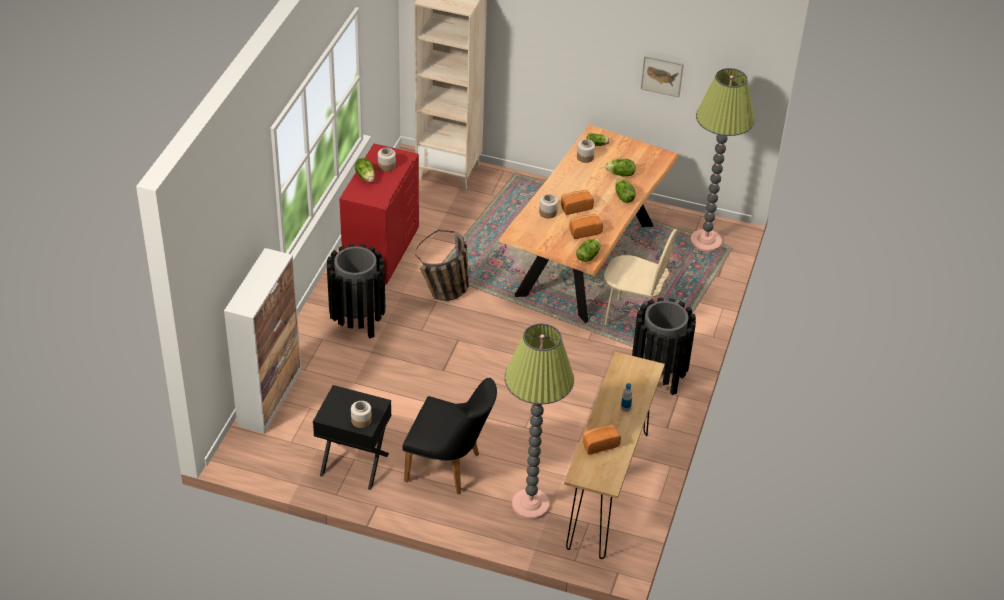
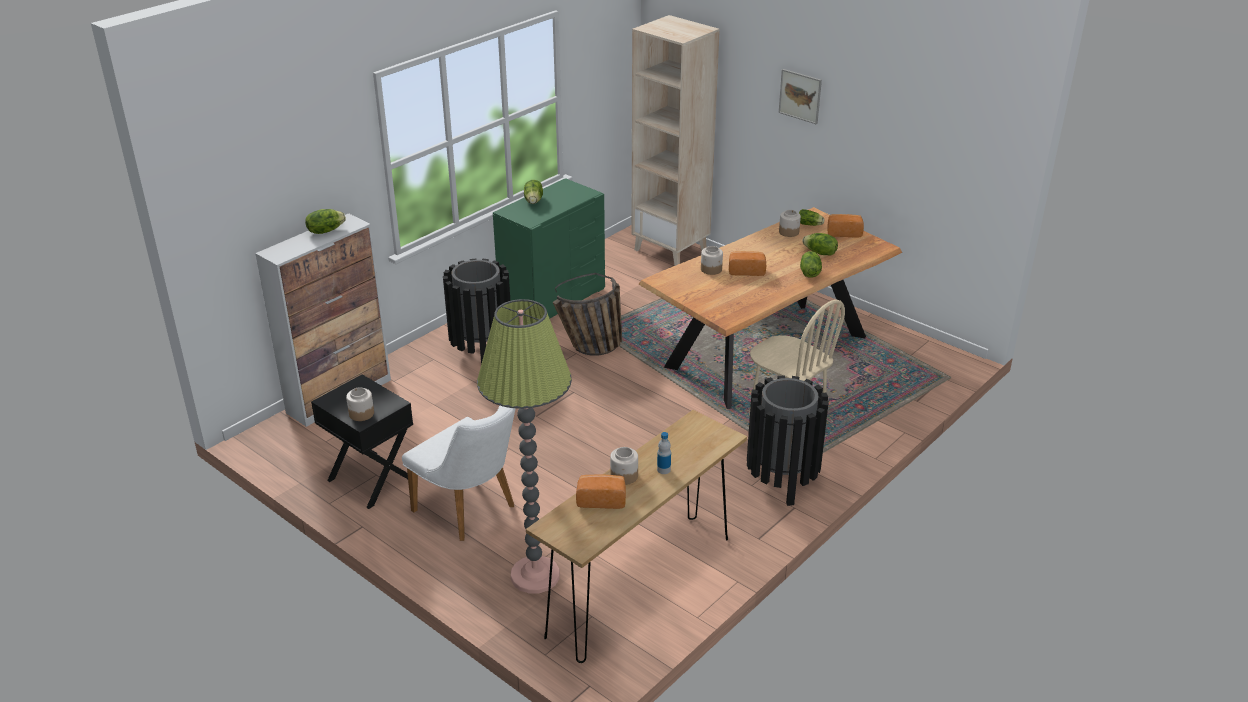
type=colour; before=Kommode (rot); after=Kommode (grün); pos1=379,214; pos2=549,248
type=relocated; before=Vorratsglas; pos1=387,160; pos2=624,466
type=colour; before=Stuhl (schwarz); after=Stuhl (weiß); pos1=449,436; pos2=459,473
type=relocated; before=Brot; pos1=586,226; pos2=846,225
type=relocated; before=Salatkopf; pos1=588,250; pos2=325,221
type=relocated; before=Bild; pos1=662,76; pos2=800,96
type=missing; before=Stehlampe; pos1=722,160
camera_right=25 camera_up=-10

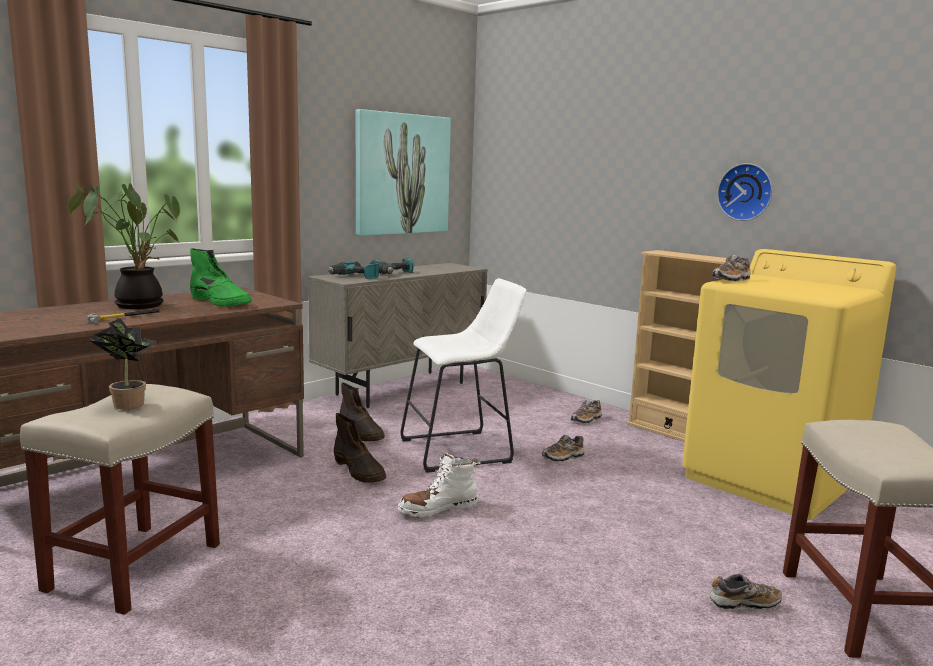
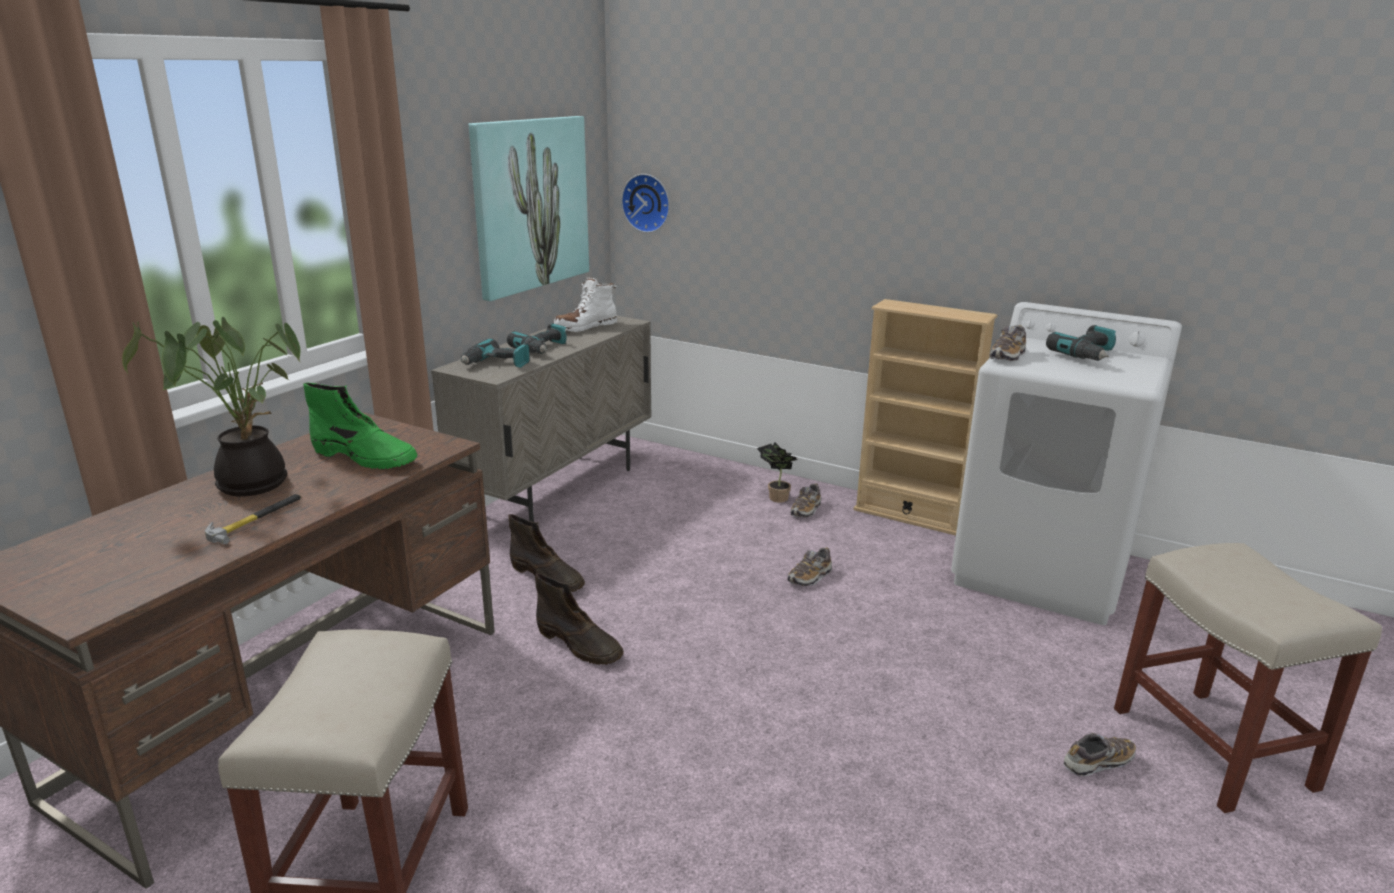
type=relocated; before=Topfpflanze; pos1=123,363; pos2=777,472
type=relocated; before=Stiefel (weiß); pos1=439,484; pos2=585,304
type=missing; before=Hocker (weiß); pos1=464,375
type=colour; before=Waschmaschine (gelb); after=Waschmaschine (weiß); pos1=789,384; pos2=1066,463
type=relocated; before=Wanduhr; pos1=744,192; pos2=645,203
type=appeared; after=Bohrmaschine; pos2=1081,343
camera_right=-15 camera_up=10

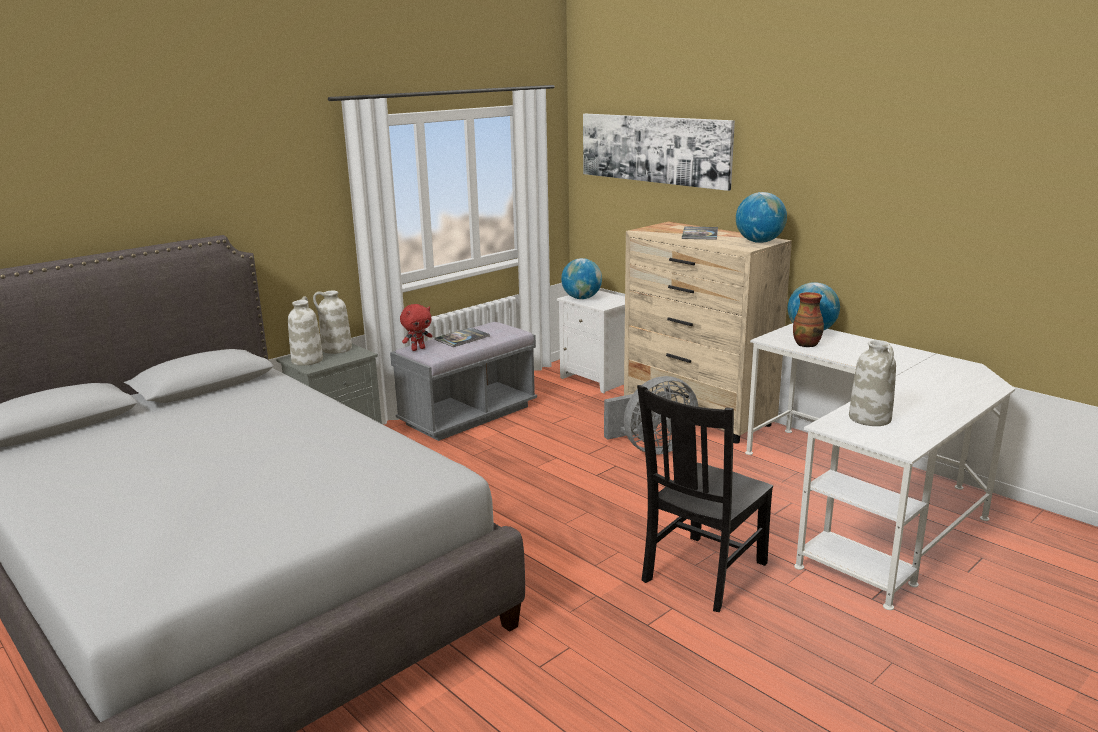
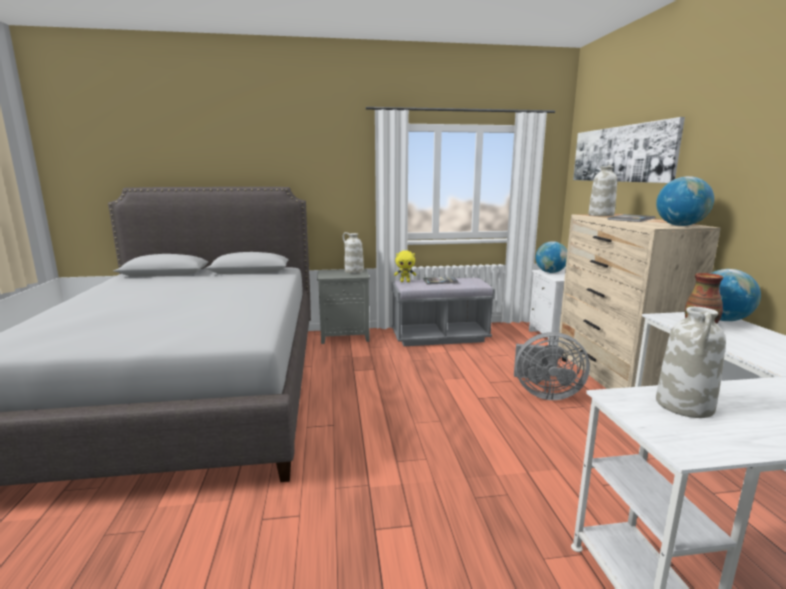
type=relocated; before=Vase (weiß); pos1=305,331; pos2=602,190
type=colour; before=Plüschtier (rot); after=Plüschtier (gelb); pos1=416,327; pos2=405,266
type=missing; before=Stuhl (schwarz); pos1=705,498
camera_right=35 camera_up=-5

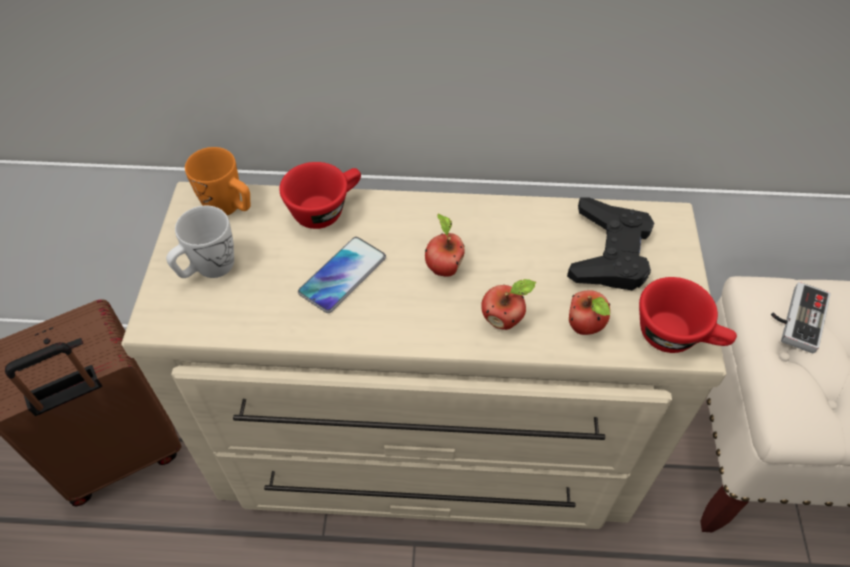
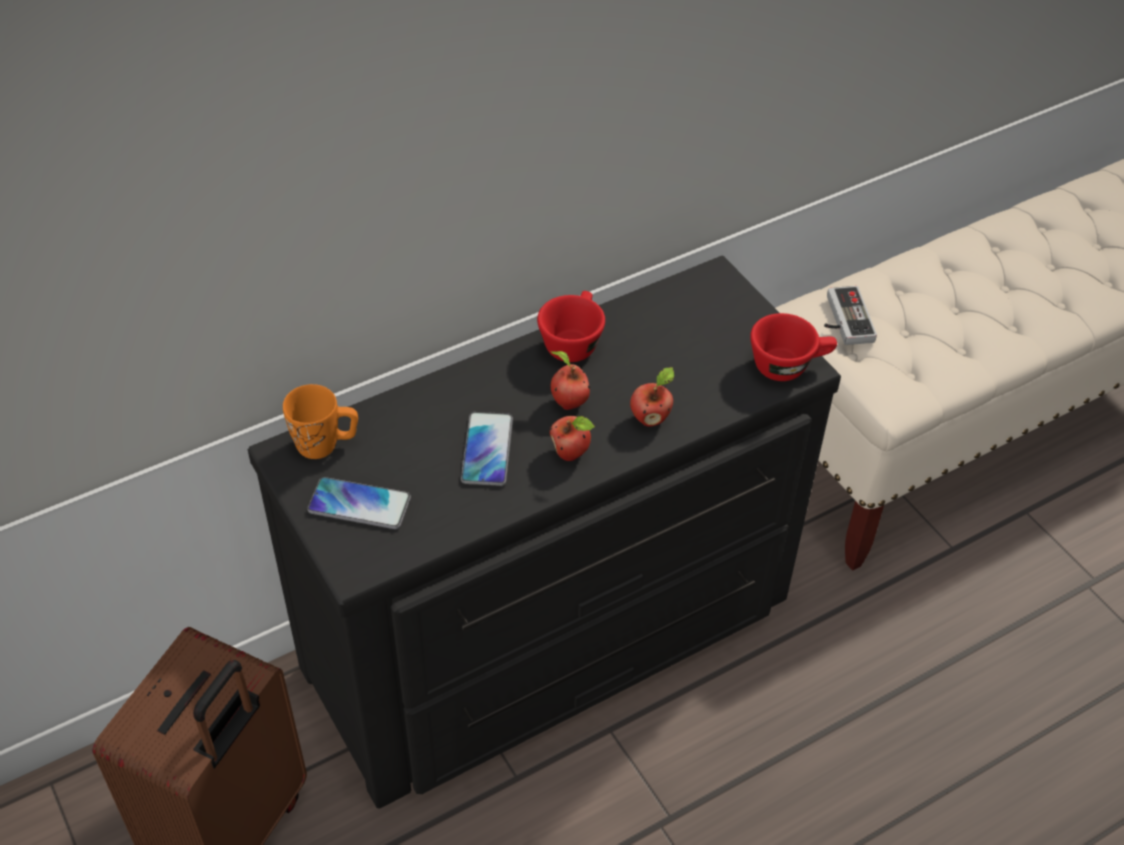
type=colour; before=Kommode (beige); after=Kommode (schwarz); pos1=424,355; pos2=544,532
type=exchanged; before=Henkelbecher (weiß); after=Handy; pos1=200,242; pos2=359,503
type=relocated; before=Tasse (rot); pos1=320,195; pos2=571,326
type=missing; before=Gamepad (schwarz); pos1=610,244
type=relocated; before=Apfel; pos1=589,312; pos2=572,438
camera_right=-35 camera_up=-5

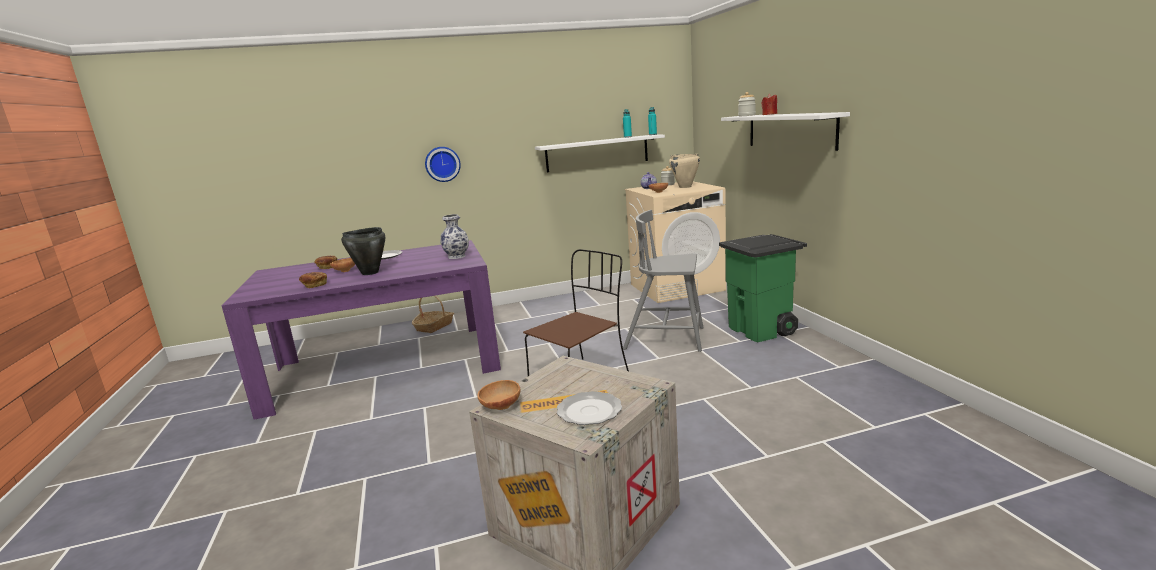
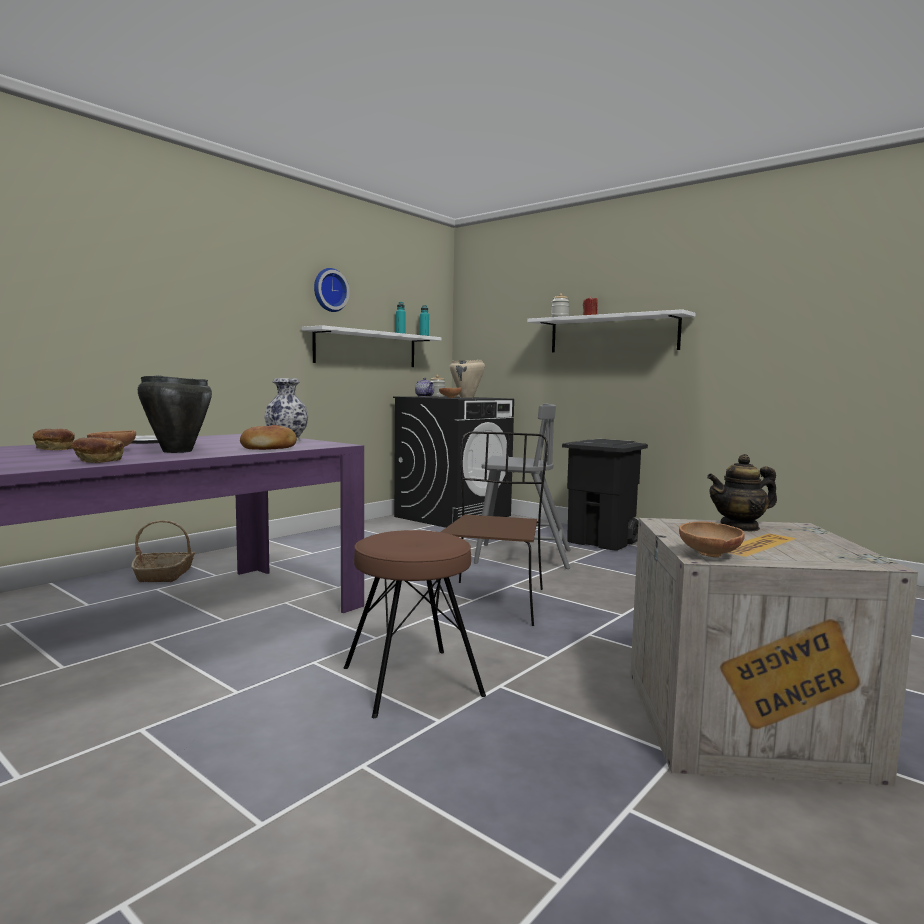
type=relocated; before=Wanduhr; pos1=443,164; pos2=332,290
type=missing; before=Teller; pos1=589,408
type=spun; before=Stuhl (grau); pos1=663,281; pos2=522,486; turn=-150
type=colour; before=Waschmaschine (beige); after=Waschmaschine (schwarz); pos1=675,242; pos2=453,462
type=colour; before=Mülleimer (grün); after=Mülleimer (schwarz); pos1=763,288; pos2=605,495
type=appeared; after=Brot; pos2=268,437
type=appeared; after=Hocker (braun); pos2=415,624
type=appeared; after=Teekanne; pos2=742,493
camera_right=-35 camera_up=-10

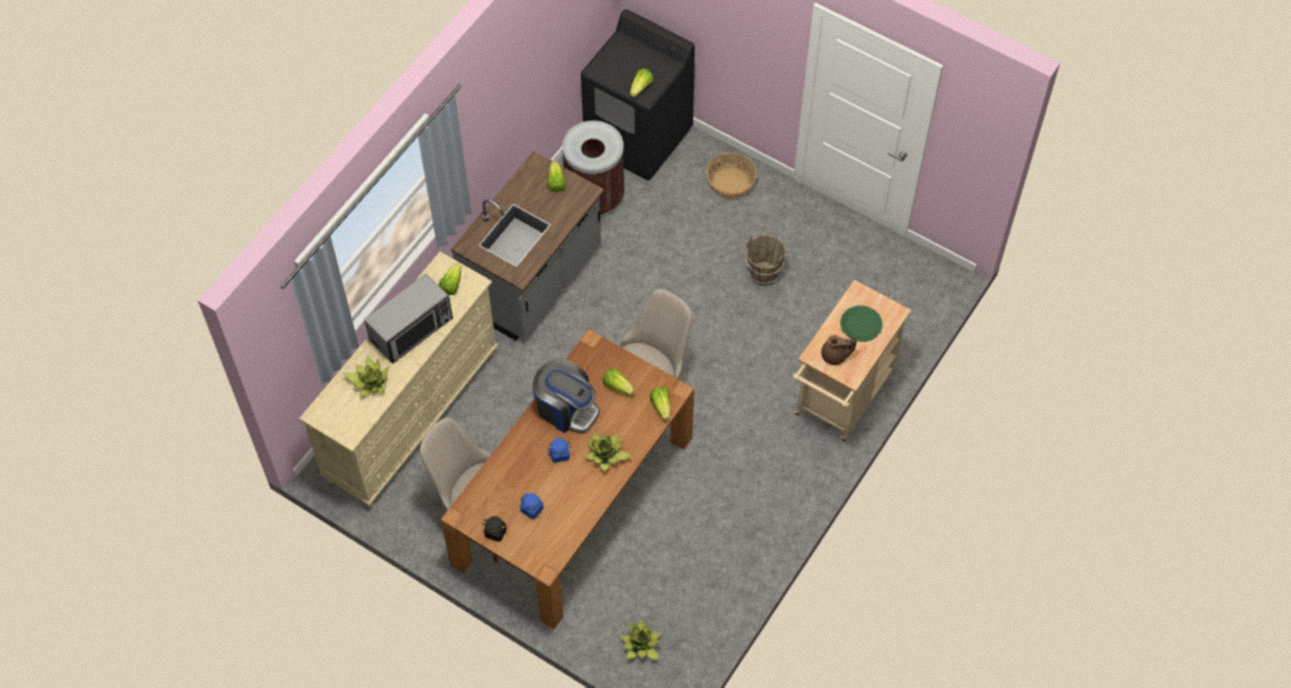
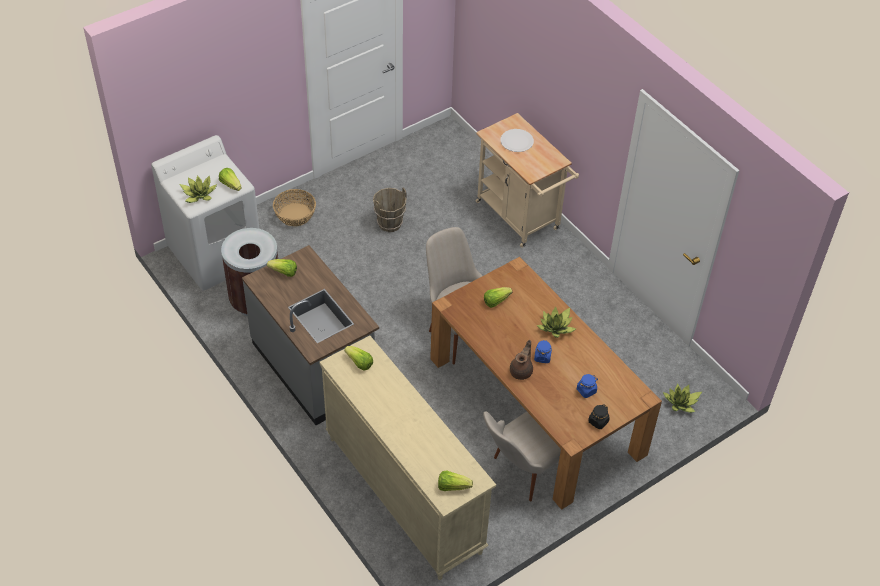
type=relocated; before=Topfpflanze; pos1=366,376; pos2=198,189
type=missing; before=Mikrowelle; pos1=408,319
type=missing; before=Kaffeemaschine; pos1=566,395
type=colour; before=Waschmaschine (schwarz); after=Waschmaschine (weiß); pos1=638,95; pos2=205,213
type=relocated; before=Salatkopf; pos1=660,404; pos2=455,480
type=relocated; before=Teekanne (braun); pos1=839,350; pos2=521,360
type=colour; before=Teller (grün); after=Teller (weiß); pos1=861,324; pos2=517,140
camera_right=-70 camera_up=-10

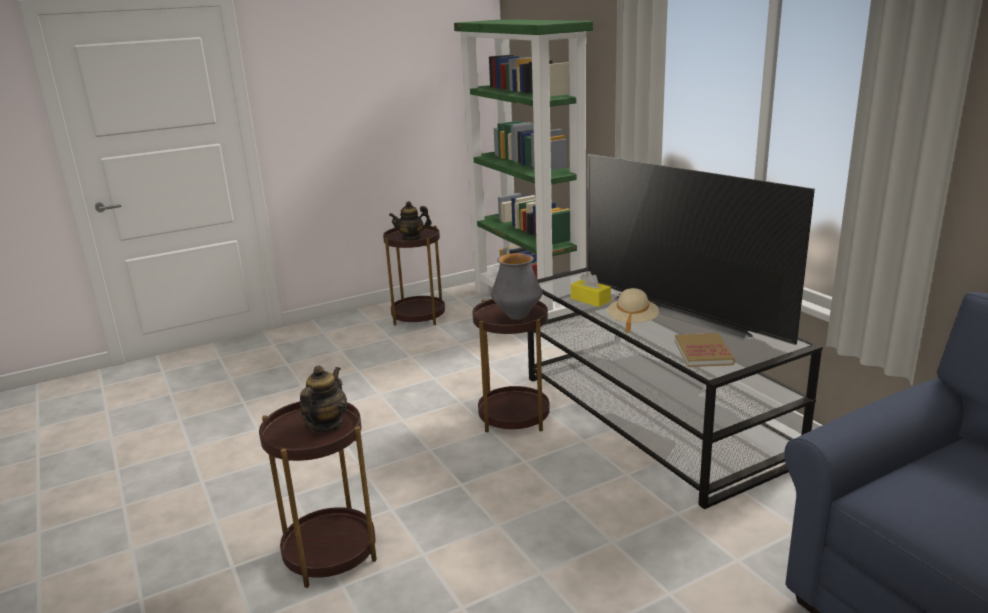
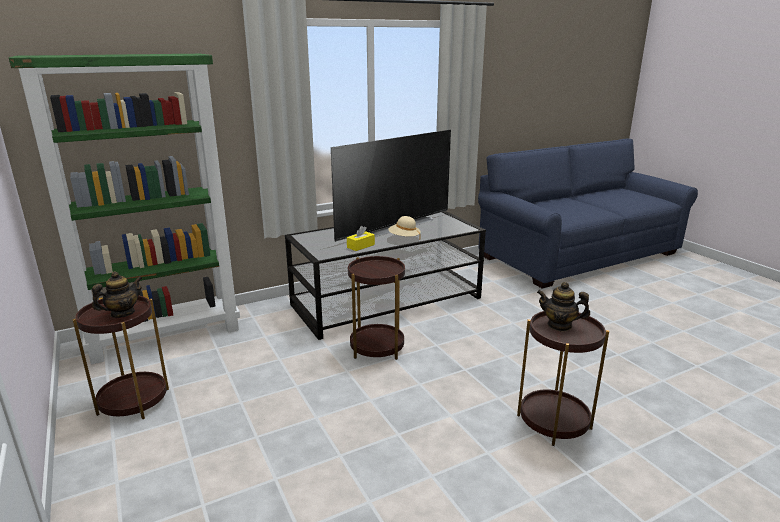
type=spun; before=Teekanne; pos1=410,221; pos2=117,294; turn=-120
type=missing; before=Vase; pos1=516,286
type=missing; before=Buch; pos1=705,350
camera_right=-90 camera_up=0

